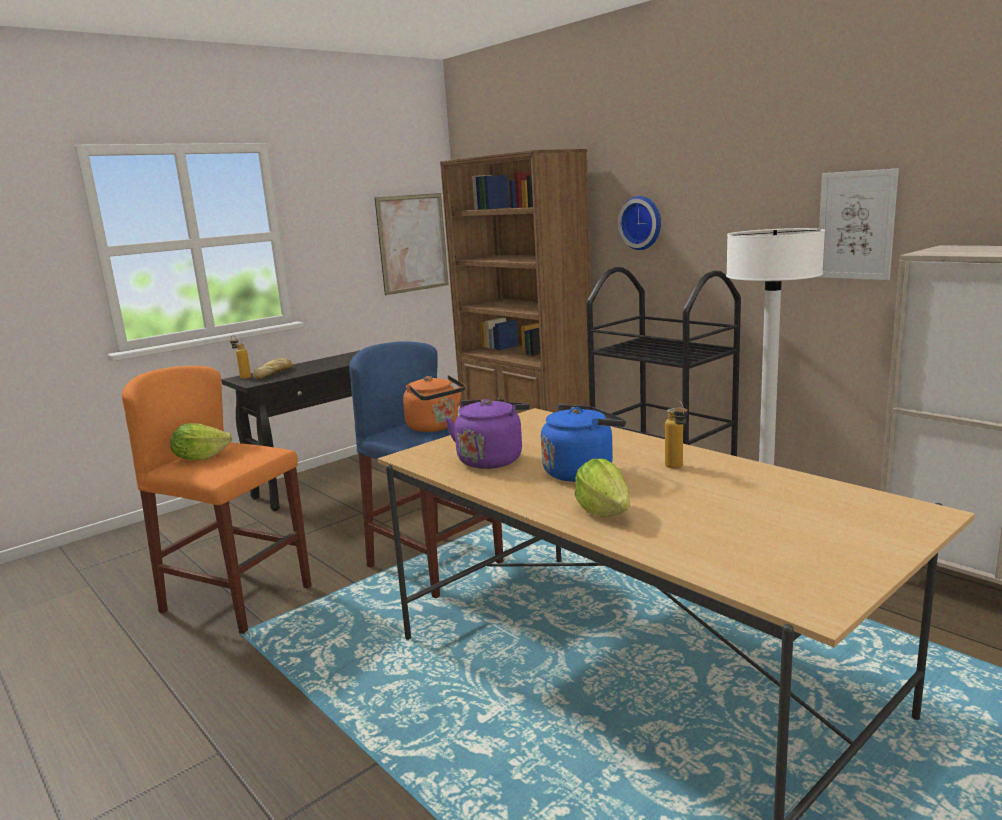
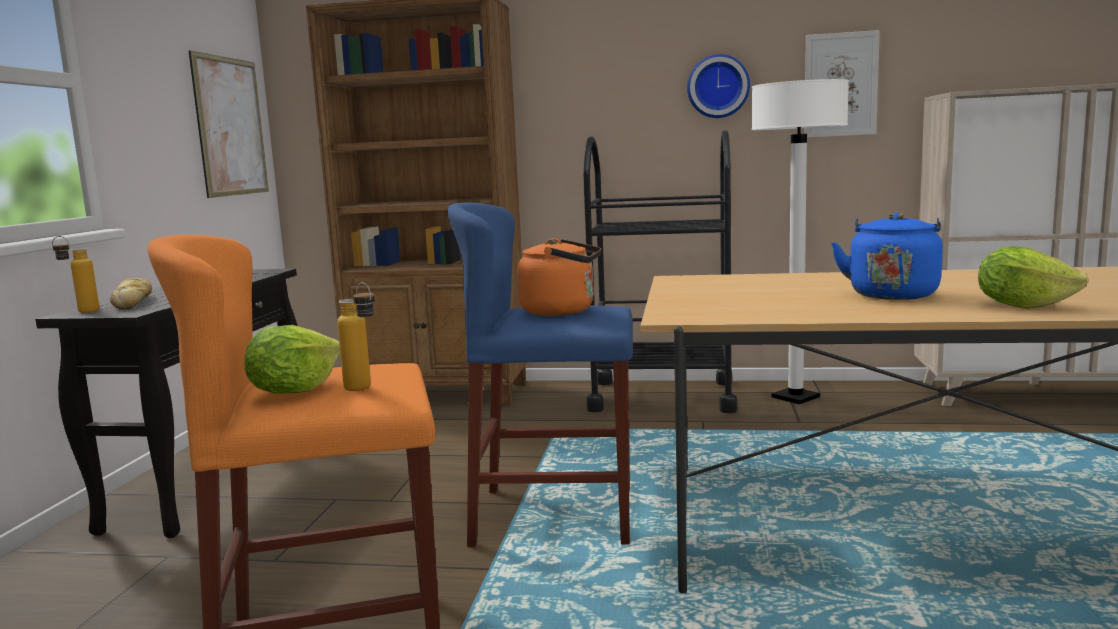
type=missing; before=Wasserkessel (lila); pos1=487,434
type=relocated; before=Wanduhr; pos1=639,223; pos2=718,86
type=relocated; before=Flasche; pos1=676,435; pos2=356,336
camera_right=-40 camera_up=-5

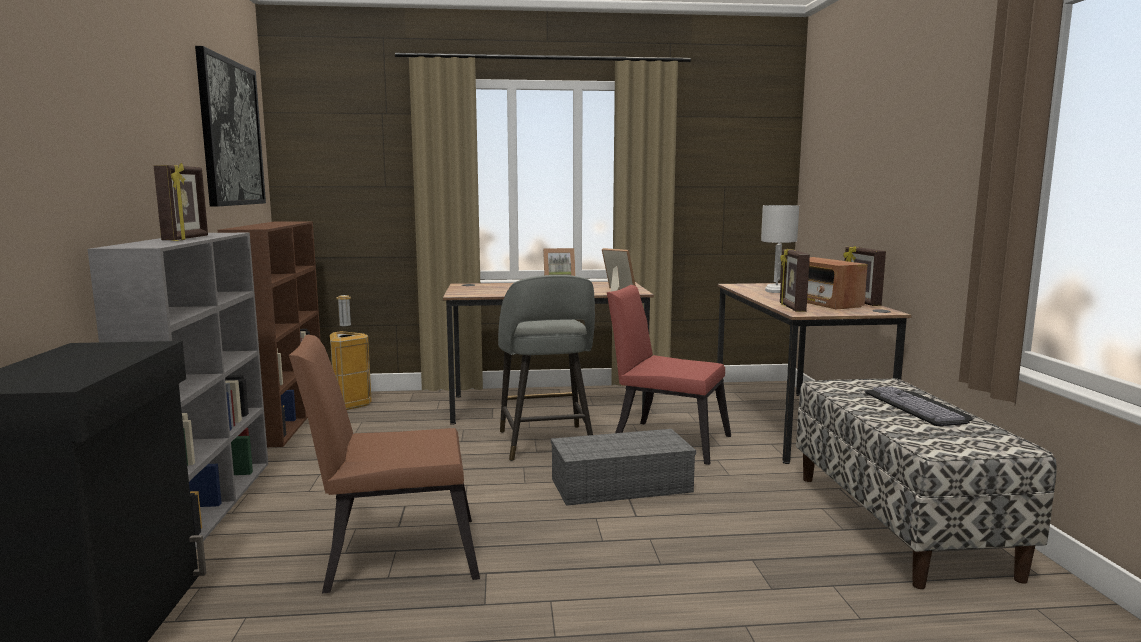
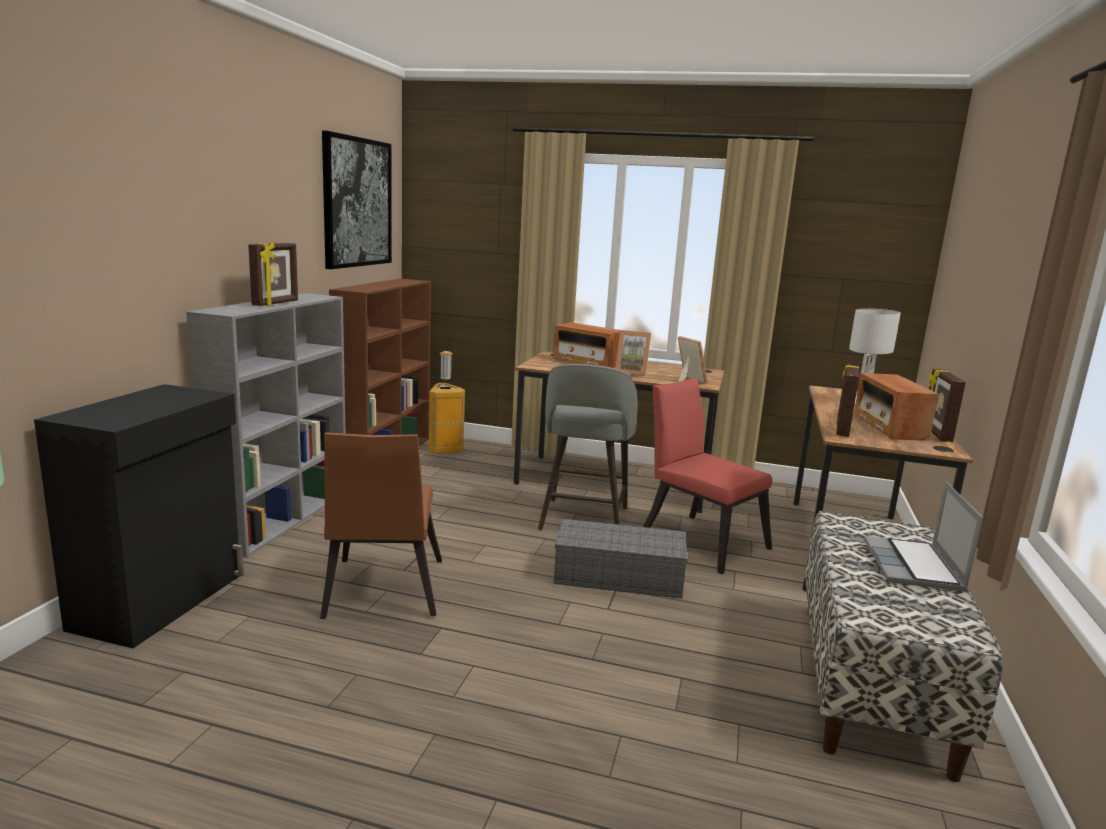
type=spun; before=Stuhl (braun); pos1=384,464; pos2=381,525; turn=-105
type=exchanged; before=Tastatur; after=Laptop; pos1=918,406; pos2=923,536
type=appeared; after=Radio; pos2=586,345
camera_right=20 camera_up=5

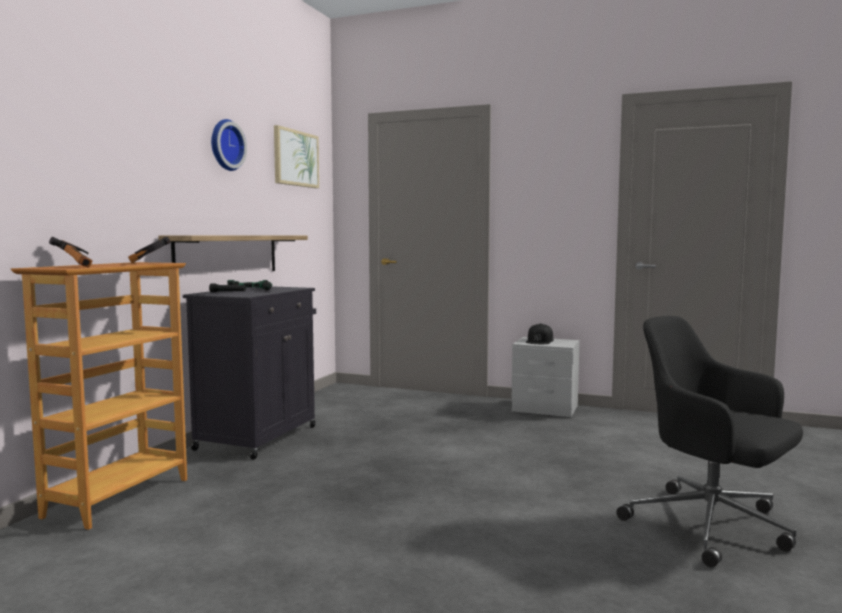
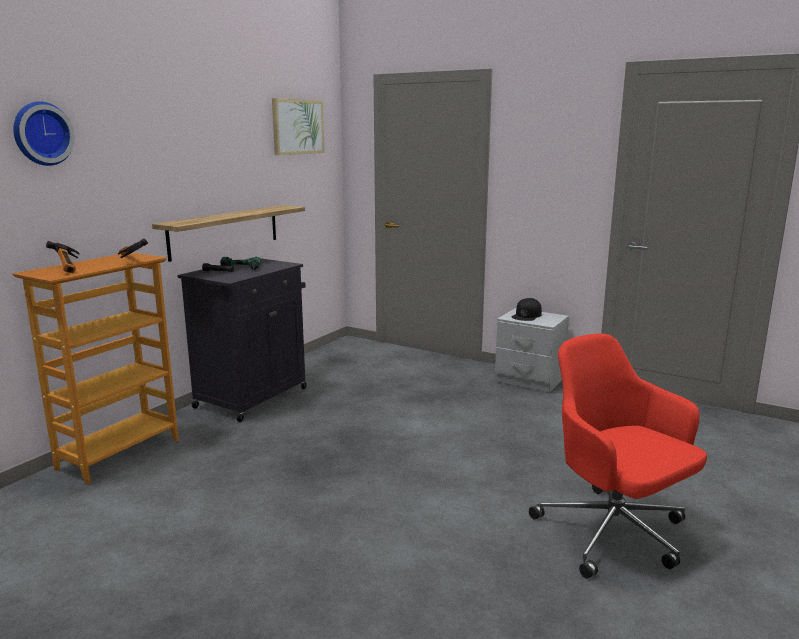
type=relocated; before=Wanduhr; pos1=229,145; pos2=44,134
type=colour; before=Bürostuhl (schwarz); after=Bürostuhl (rot); pos1=709,441; pos2=618,456
camera_right=10 camera_up=10

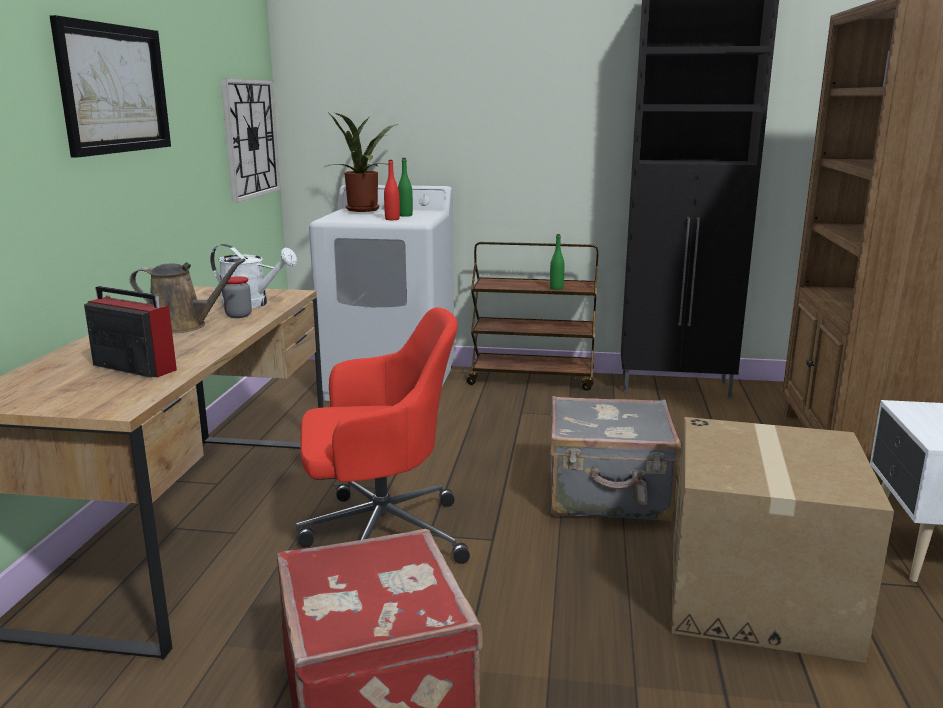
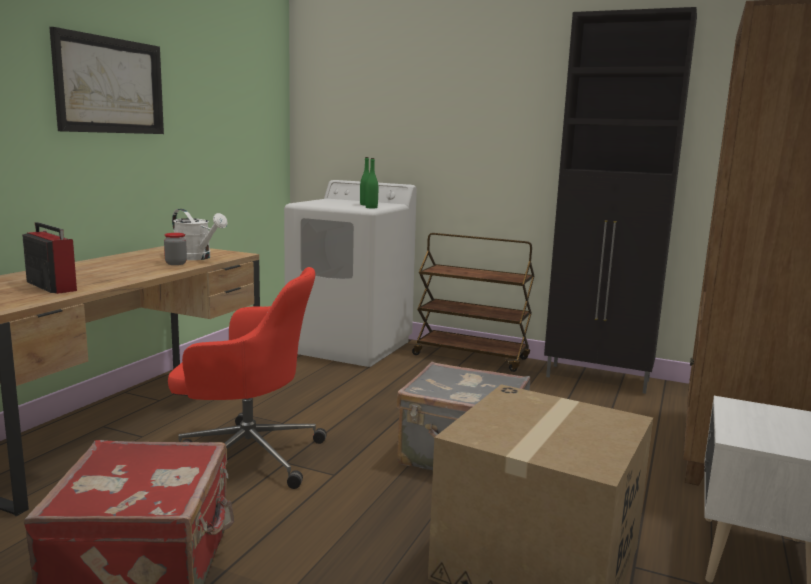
type=missing; before=Gießkanne (braun); pos1=188,296
type=missing; before=Wanduhr; pos1=251,140
type=missing; before=Topfpflanze; pos1=360,162
type=missing; before=Flasche (rot); pos1=392,190
type=relocated; before=Flasche (grün); pos1=557,262; pos2=371,183
camera_right=15 camera_up=-5

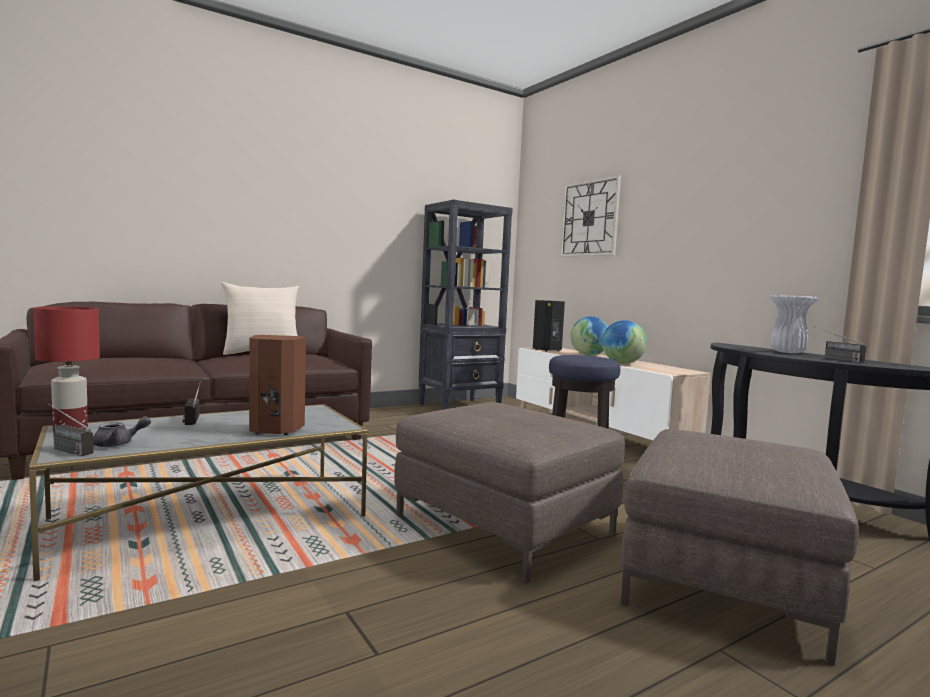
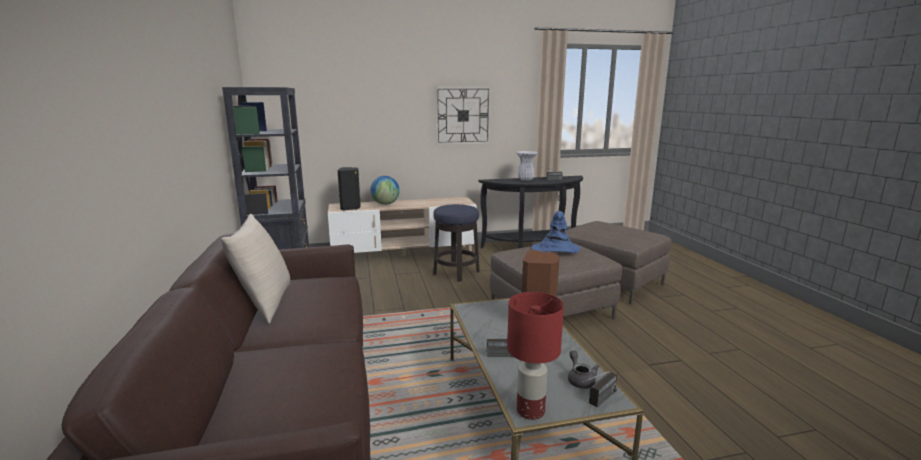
type=relocated; before=Wanduhr; pos1=590,216; pos2=463,116
type=missing; before=Globus; pos1=624,342
type=appeared; after=Hut (blau); pos2=556,232
camera_right=-70 camera_up=10

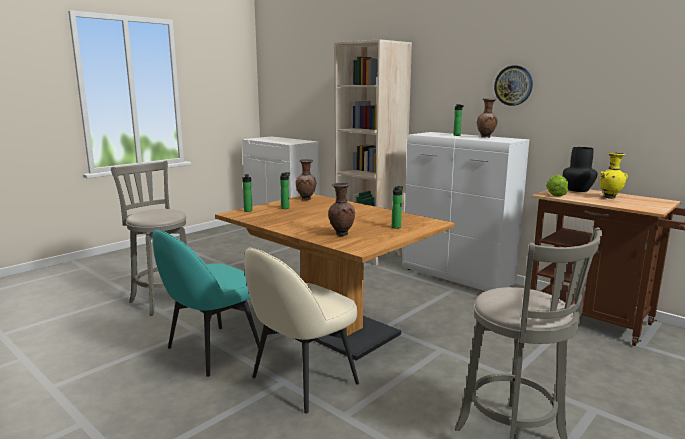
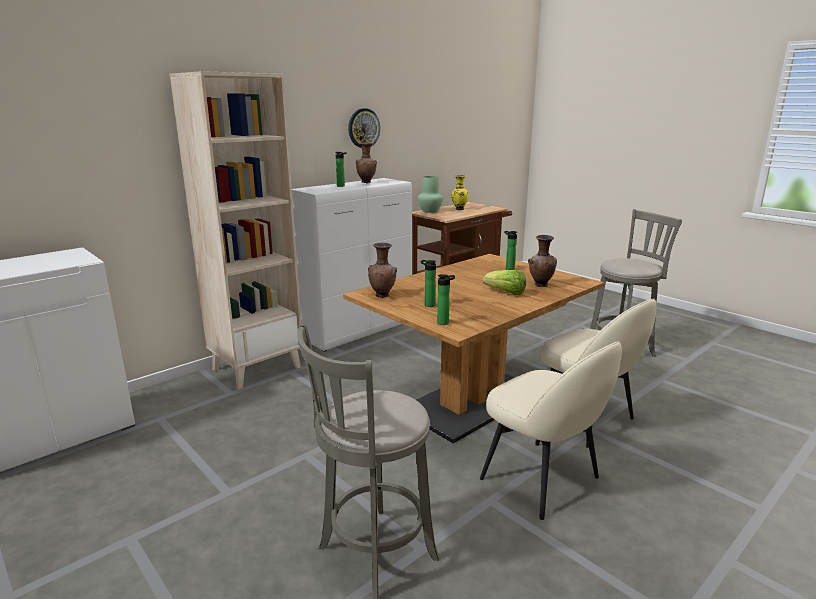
type=colour; before=Stuhl (türkis); after=Stuhl (beige); pos1=206,303; pos2=551,430
type=relocated; before=Salatkopf; pos1=557,186; pos2=504,282
type=colour; before=Vase (schwarz); after=Vase (grün); pos1=580,169; pos2=430,194
camera_right=-85 camera_up=5

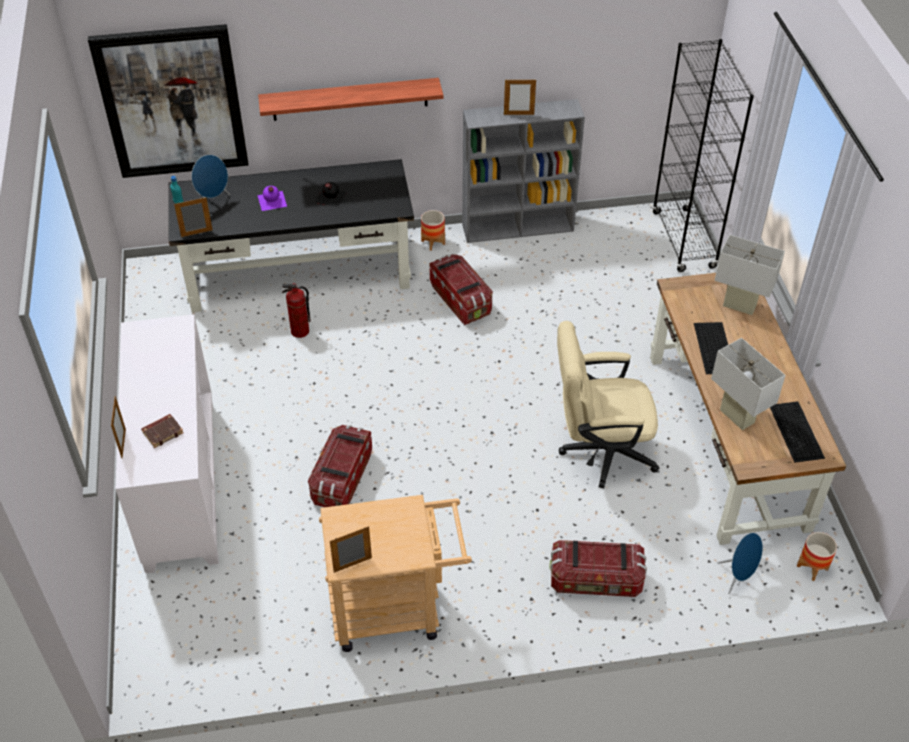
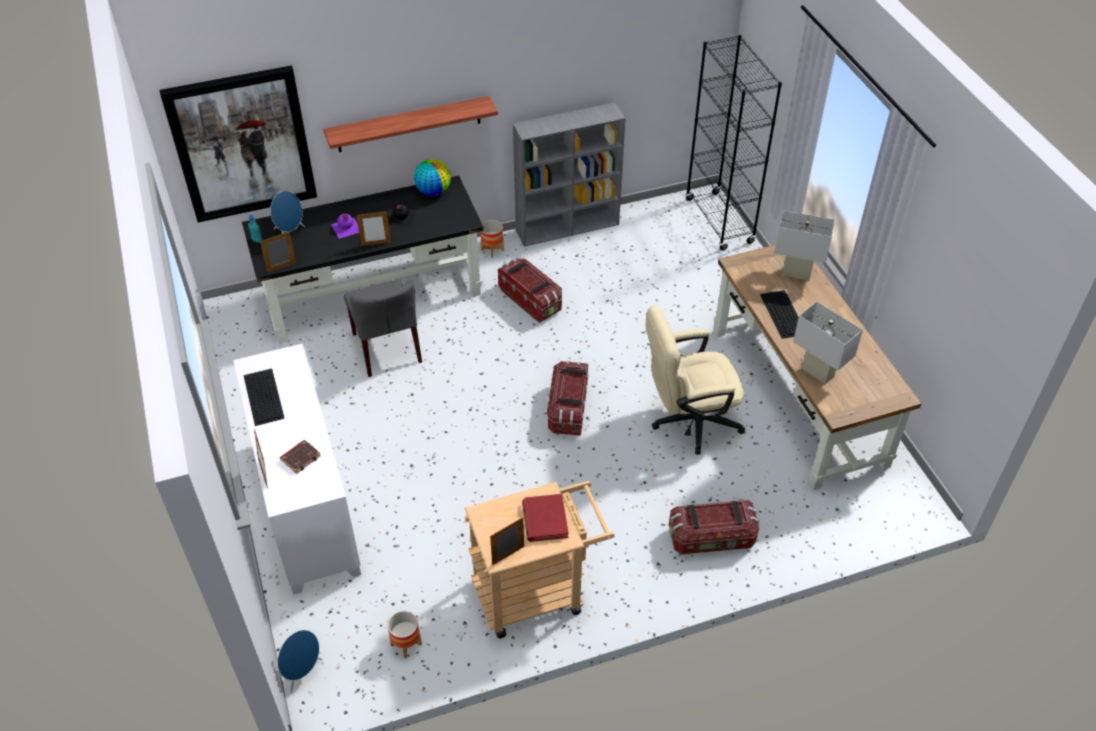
type=exchanged; before=Feuerlöscher; after=Stuhl (grau); pos1=296,310; pos2=383,328
type=relocated; before=Aufbewahrungsbox; pos1=340,466; pos2=568,398
type=relocated; before=Bilderrahmen; pos1=520,97; pos2=373,228
type=relocated; before=Lautsprecher (blau); pos1=740,563; pos2=299,661
type=relocated; before=Tastatur; pos1=797,432; pos2=264,397
type=relocated; before=Pflanzkübel; pos1=817,556; pos2=405,635
type=appeared; after=Globus; pos2=432,177
type=appeared; after=Buch (rot); pos2=545,518
camera_right=-10 camera_up=0

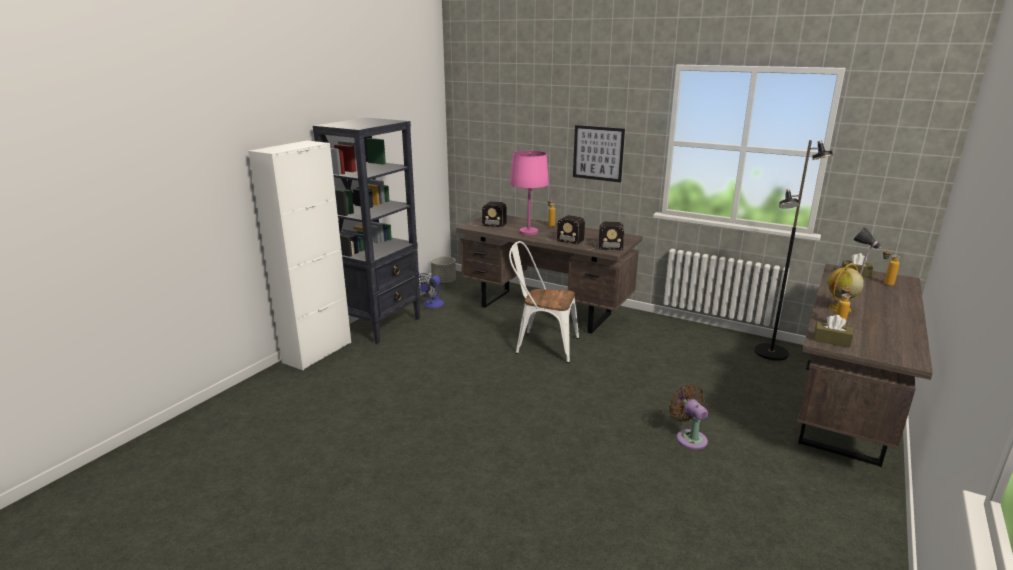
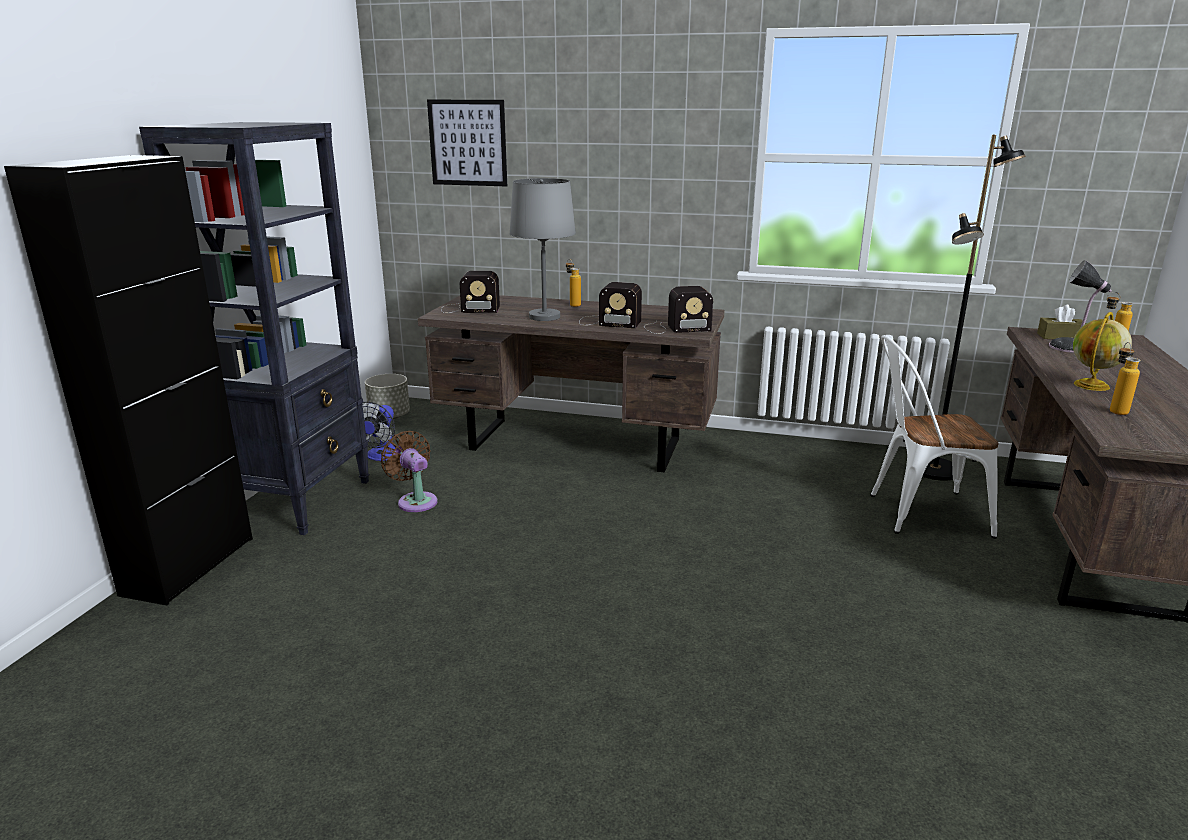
type=colour; before=Schrank (weiß); after=Schrank (schwarz); pos1=299,255; pos2=128,380
type=relocated; before=Stuhl (weiß); pos1=544,302; pos2=934,436
type=colour; before=Tischlampe (rosa); after=Tischlampe (grau); pos1=529,193; pos2=543,249
type=relocated; before=Bild; pos1=599,154; pos2=467,143
type=relocated; before=Ventilator (braun); pos1=688,417; pos2=409,471
type=missing; before=Taschentuchbox (braun); pos1=833,331
camera_right=-15 camera_up=0

